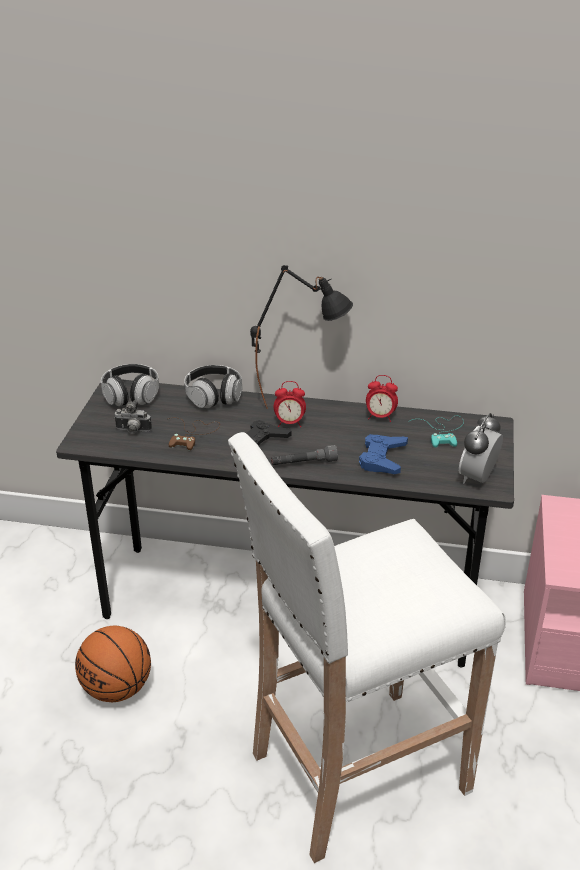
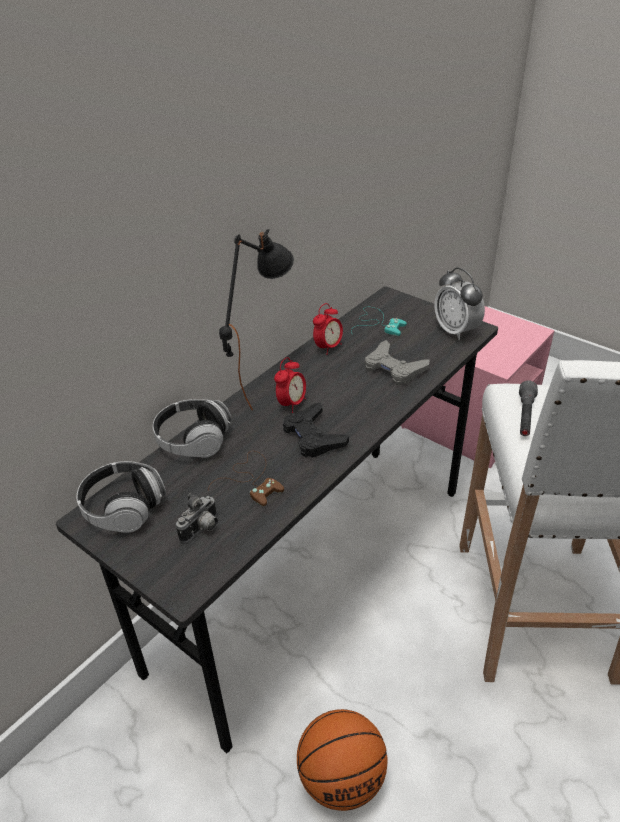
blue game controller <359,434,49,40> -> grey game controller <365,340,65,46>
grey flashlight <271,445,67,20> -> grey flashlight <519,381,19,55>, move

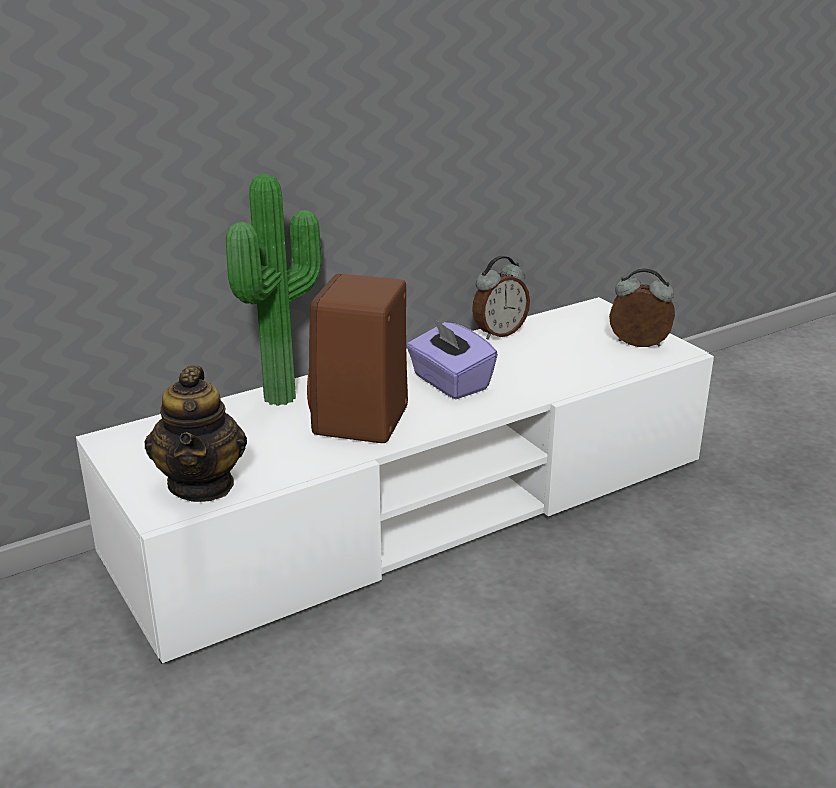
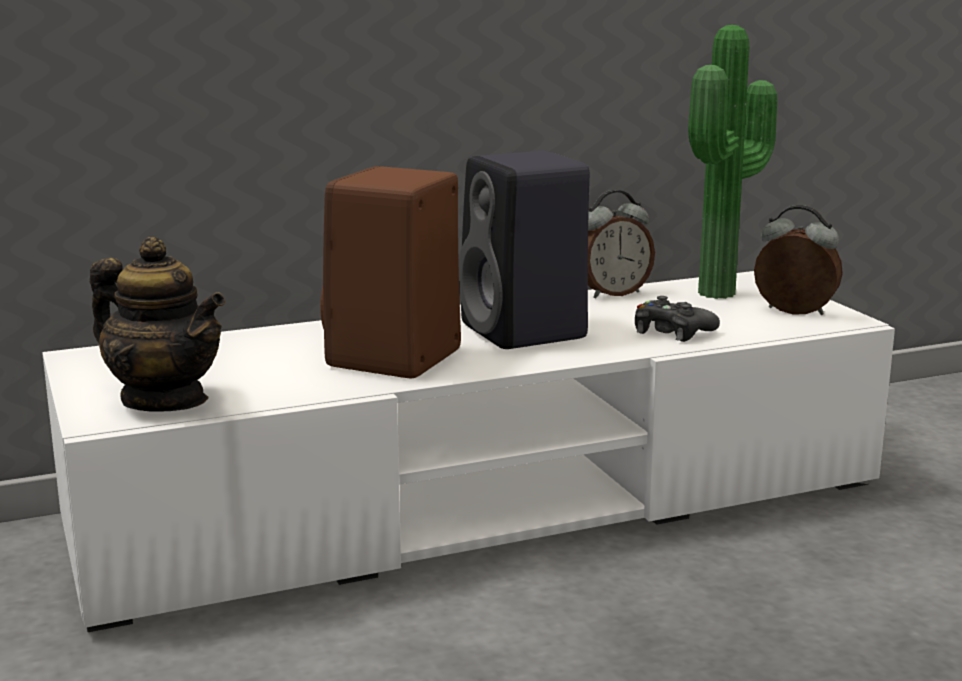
teapot <145,366,102,136> -> teapot <90,237,135,175>, 60 degrees counterclockwise
purple tissue box <406,318,92,81> -> black speaker <458,151,132,198>
none -> black game controller <635,296,85,46>
potted plant <226,174,96,232> -> potted plant <688,25,89,274>, move

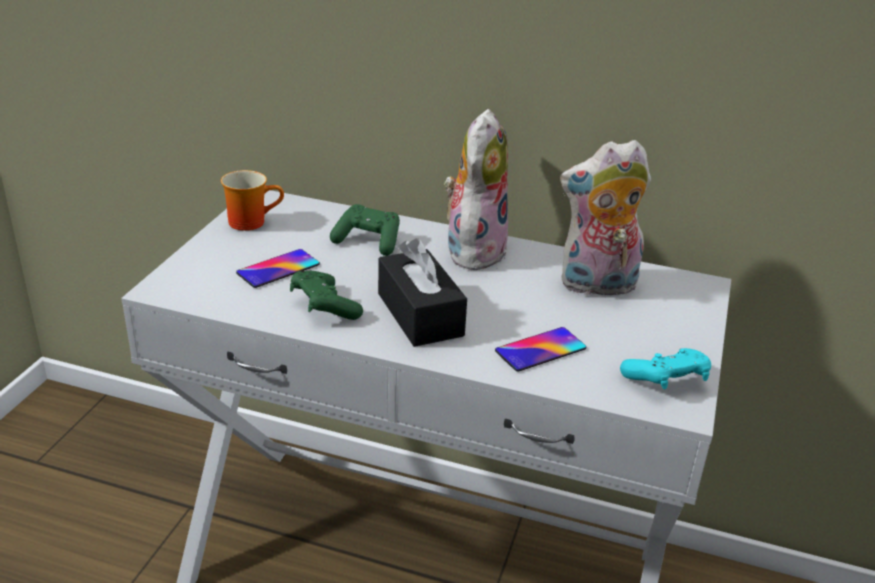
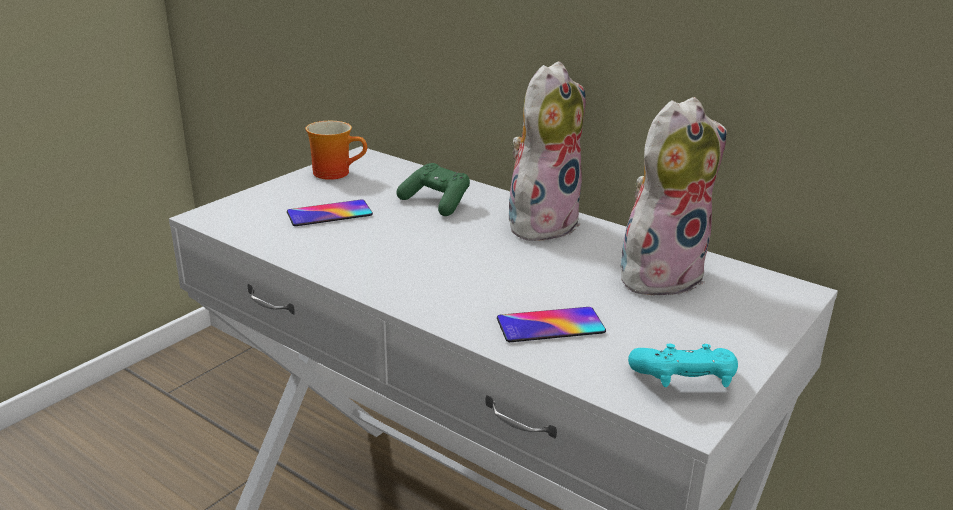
plush toy <560,140,91,155> -> plush toy <620,97,107,199>, 135 degrees clockwise
green game controller <290,271,73,49> -> none
black tissue box <378,238,89,109> -> none

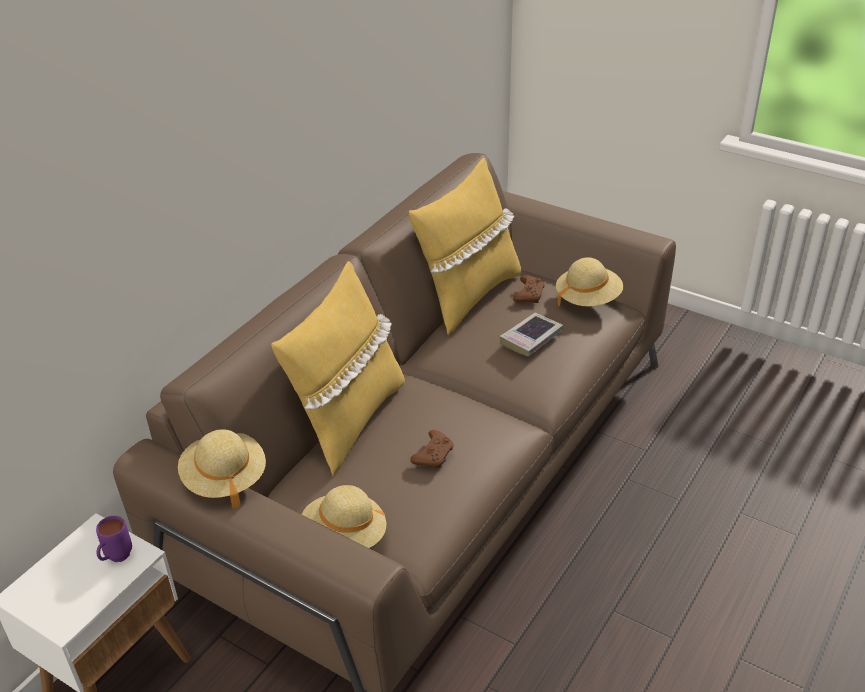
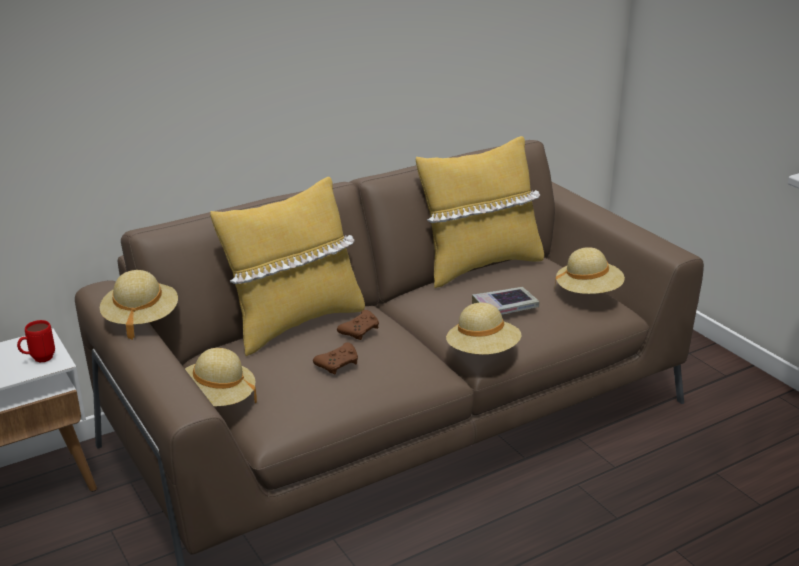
purple mug <96,516,36,46> -> red mug <17,320,38,43>
brown game controller <513,275,32,28> -> brown game controller <337,310,42,30>, move
none -> beige hat <446,303,76,52>

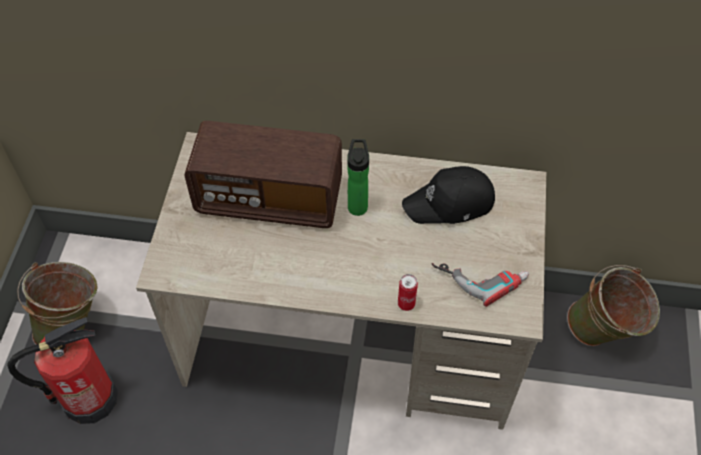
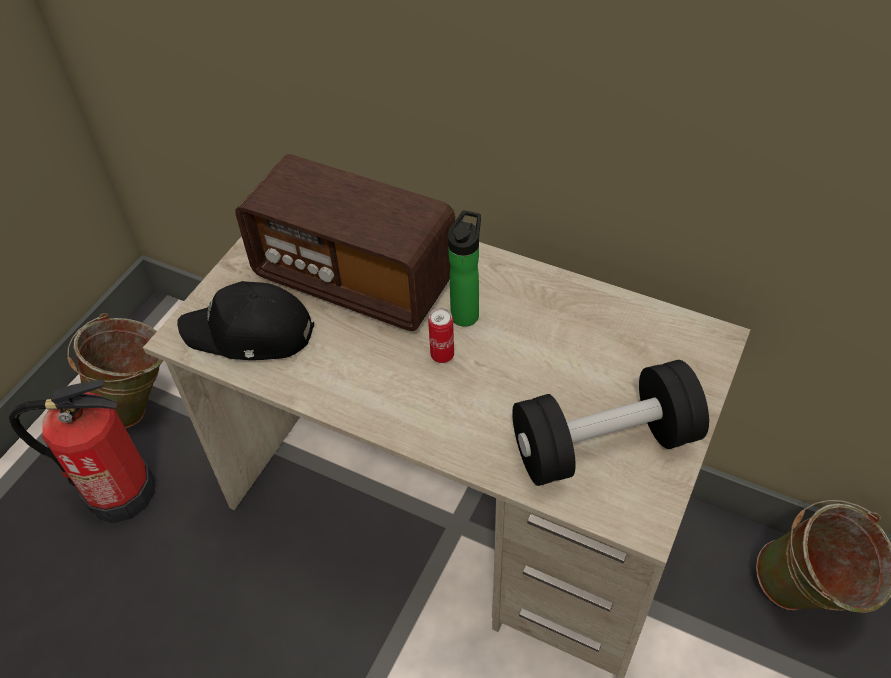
black cap <402,166,93,58> -> black cap <177,281,137,79>, move
can <398,274,20,37> -> can <428,308,26,55>, move
power drill <432,263,97,44> -> black dumbbell <512,360,197,126>

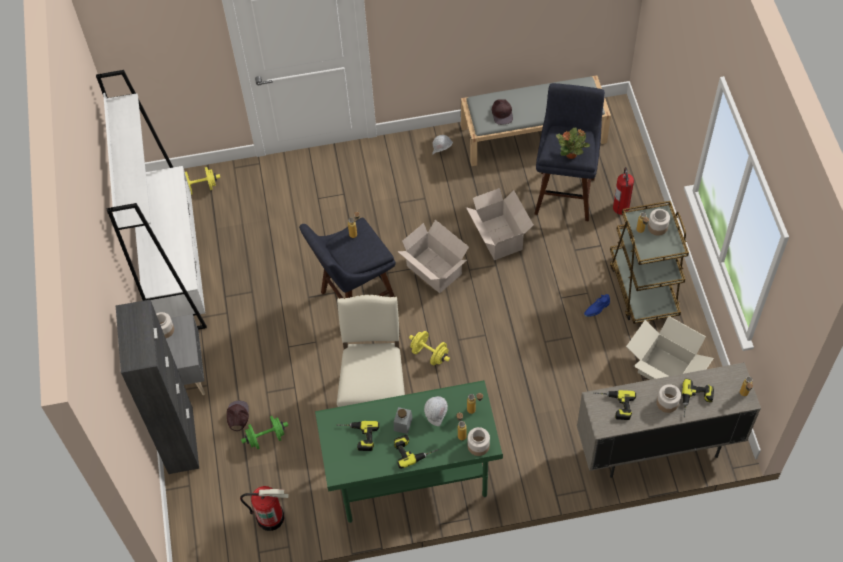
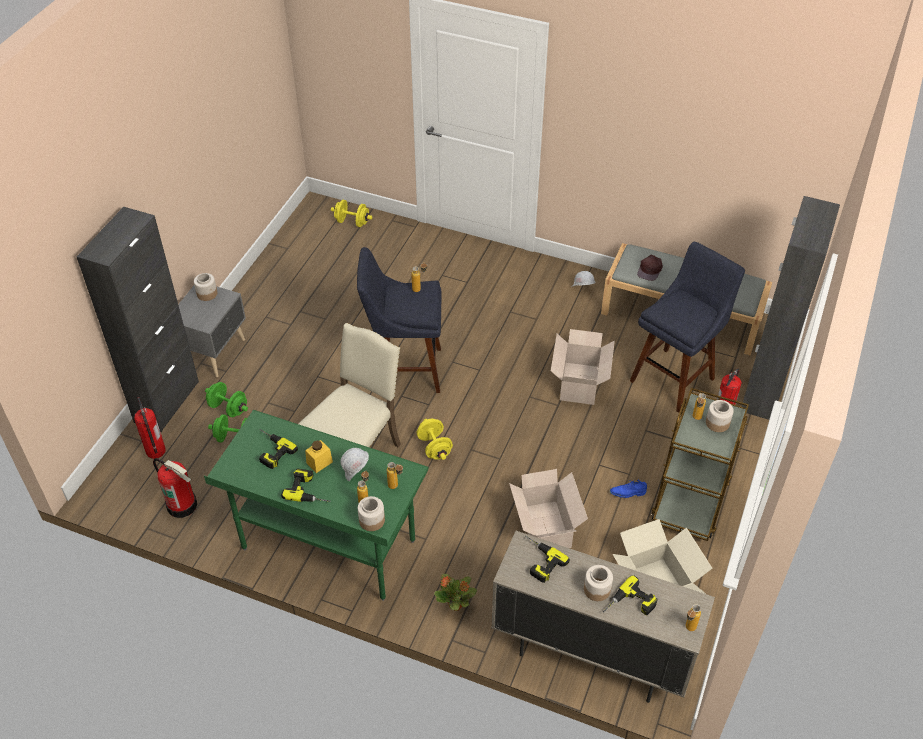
none -> fire extinguisher <134,397,32,62>
brown cap <227,401,22,30> -> green dumbbell <205,382,43,35>
grey jar <394,407,18,27> -> yellow jar <305,440,28,33>
potted plant <556,128,34,31> -> potted plant <434,574,43,37>, move
cardboard box <397,220,72,73> -> cardboard box <509,469,79,79>, move
none -> black cabinet <742,196,98,224>
white bookcase <96,70,111,260> -> none

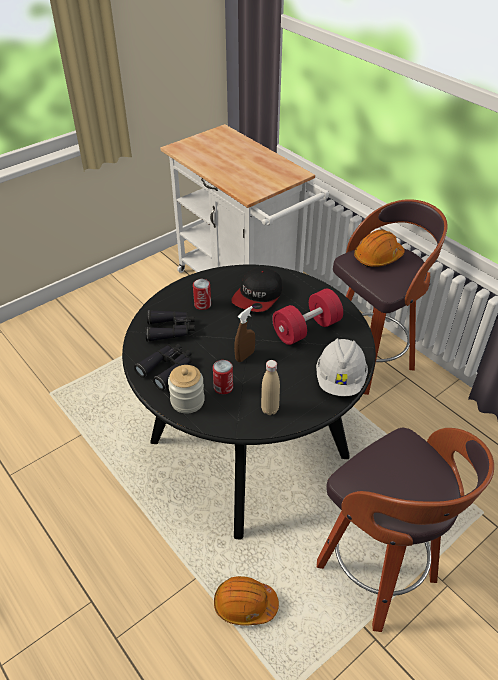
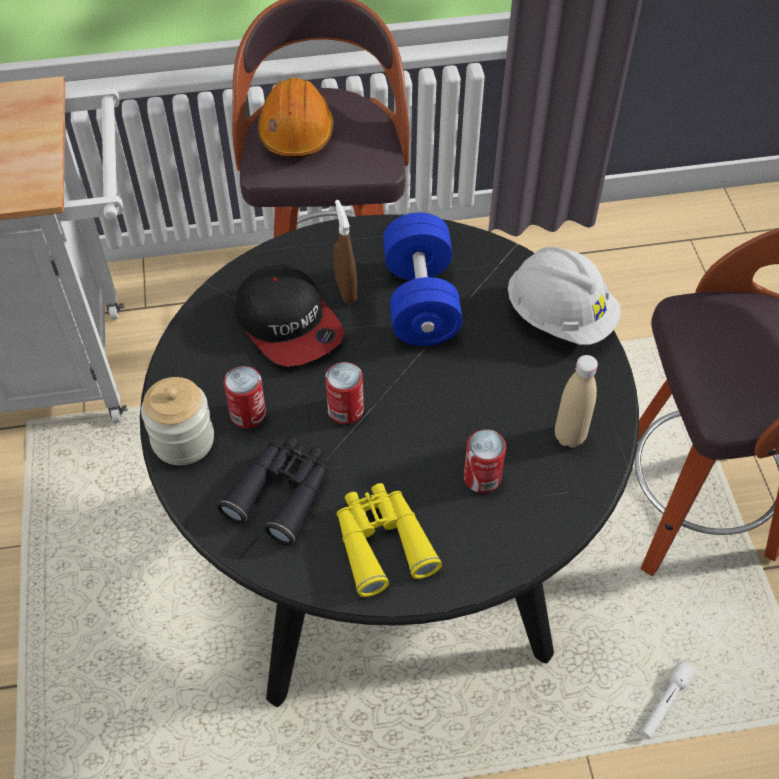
jar <168,365,37,49> -> jar <141,377,73,88>, move
none -> can <325,362,39,62>
brown spray bottle <234,306,21,56> -> brown spray bottle <333,200,24,104>, move
black binoculars <134,344,57,47> -> yellow binoculars <336,483,106,114>
red dumbbell <272,288,71,57> -> blue dumbbell <383,212,80,134>
orange hard hat <214,576,65,50> -> white flashlight <641,662,54,77>

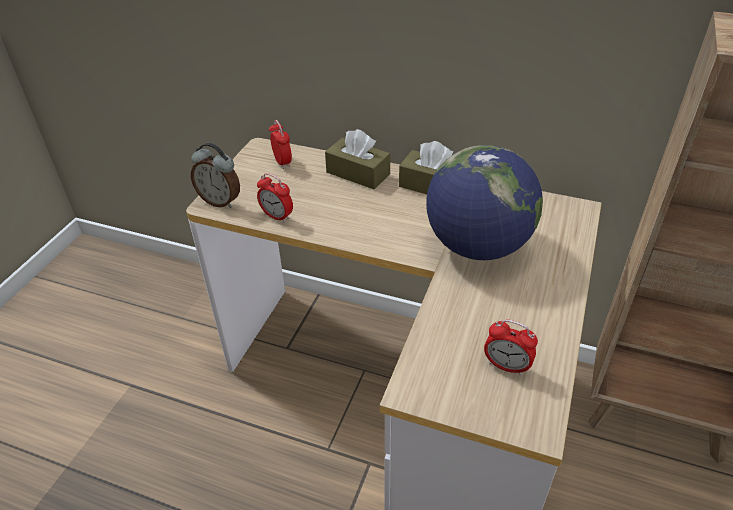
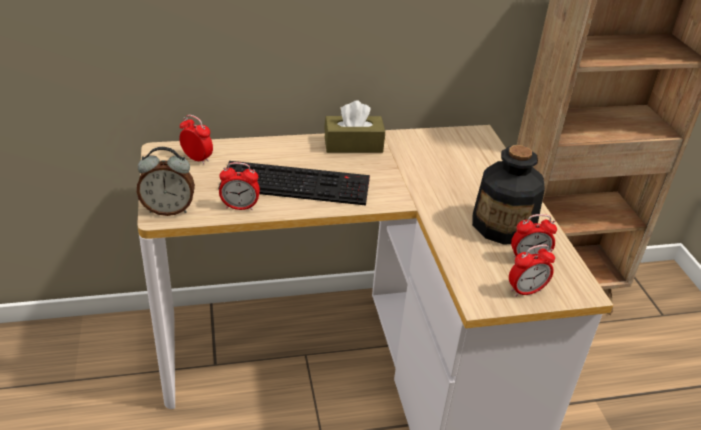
none -> keyboard <218,161,152,44>
none -> bottle <472,145,73,100>
none -> alarm clock <509,244,46,53>
brown tissue box <325,129,65,60> -> none
globe <426,145,117,115> -> none

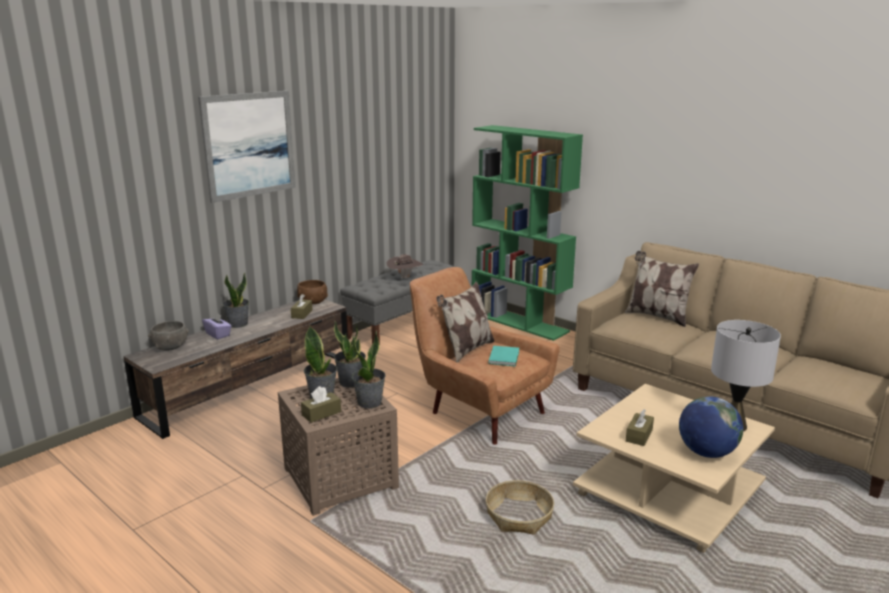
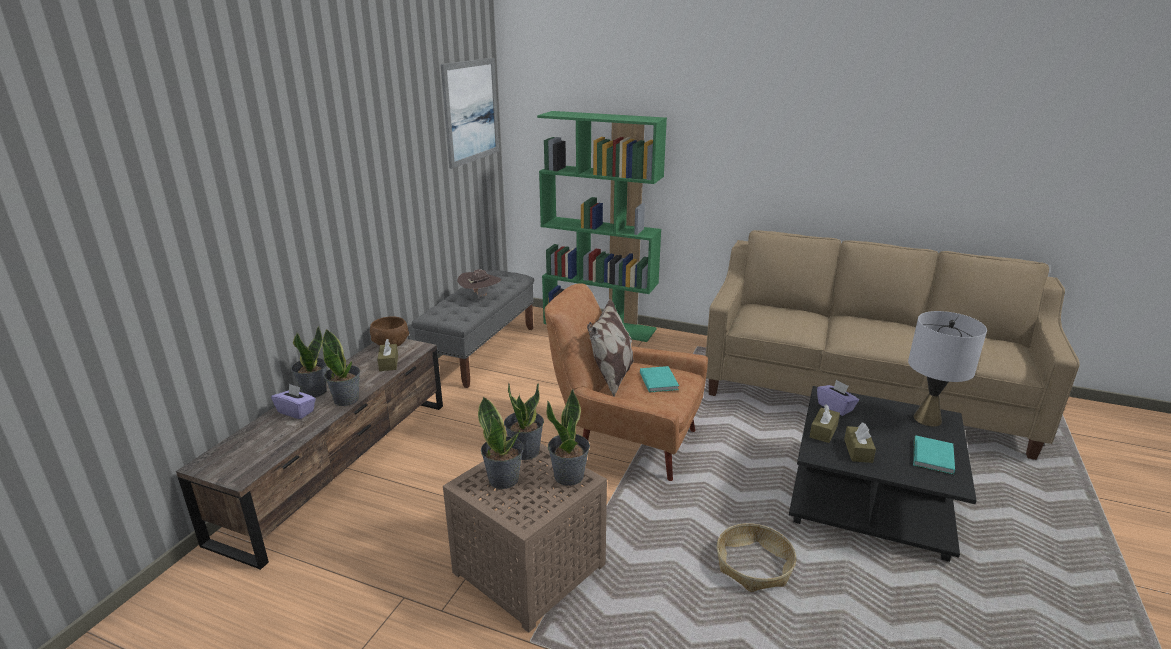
none -> potted plant <322,329,38,77>
picture <198,91,98,112> -> picture <441,58,58,111>, move
beige coffee table <573,384,202,169> -> black coffee table <789,386,188,176>
brown tissue box <301,386,40,37> -> brown tissue box <810,404,30,39>, move
none -> purple tissue box <817,379,42,37>
globe <679,396,64,62> -> turquoise book <913,435,42,40>
grey bowl <148,321,41,30> -> none
pillow <625,251,74,76> -> none

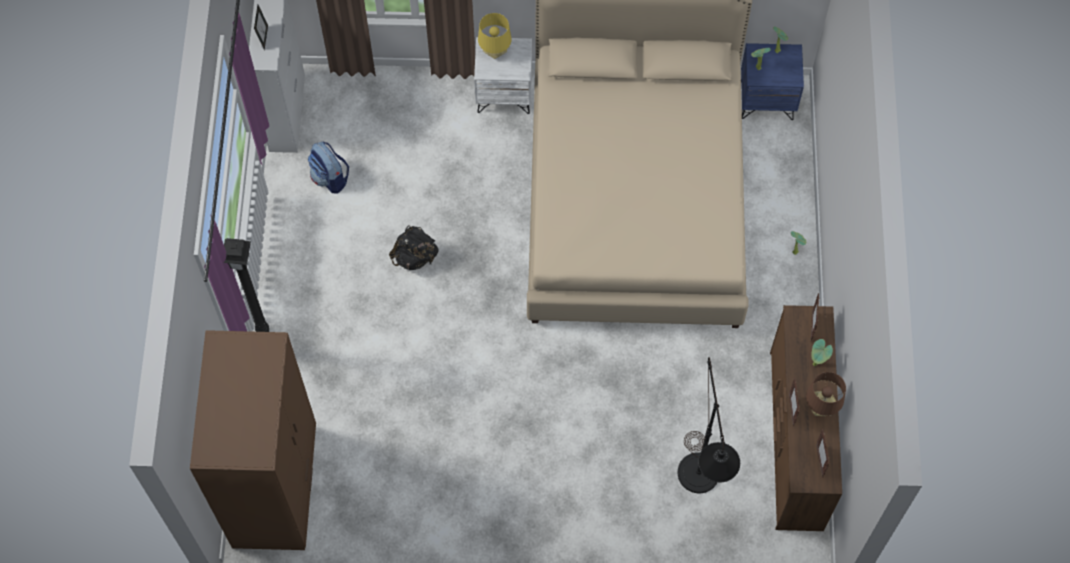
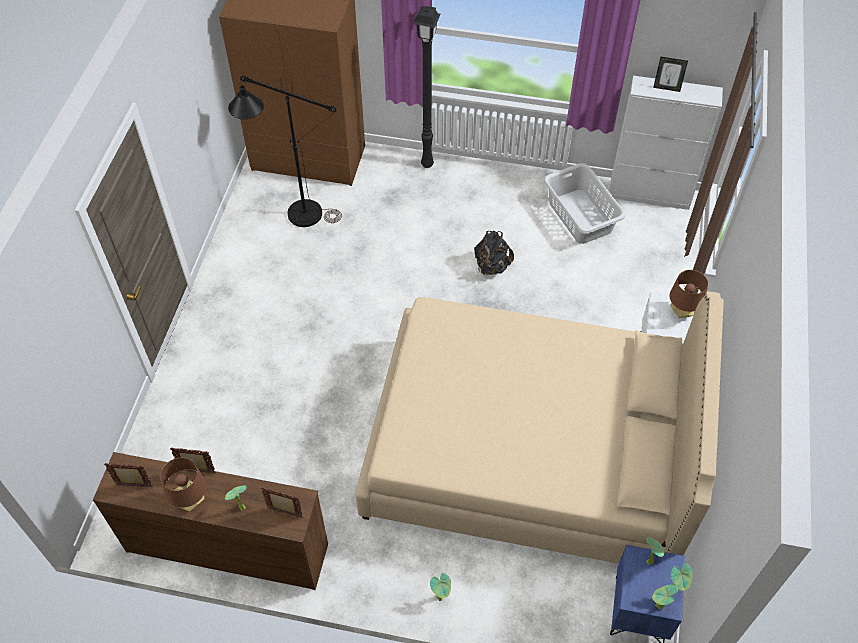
black floor lamp <678,357,62,136> -> black floor lamp <228,75,114,152>, move
backpack <308,142,41,51> -> grey laundry basket <544,163,81,81>
none -> potted plant <652,585,26,25>
yellow table lamp <478,13,34,46> -> brown table lamp <669,270,39,48>

